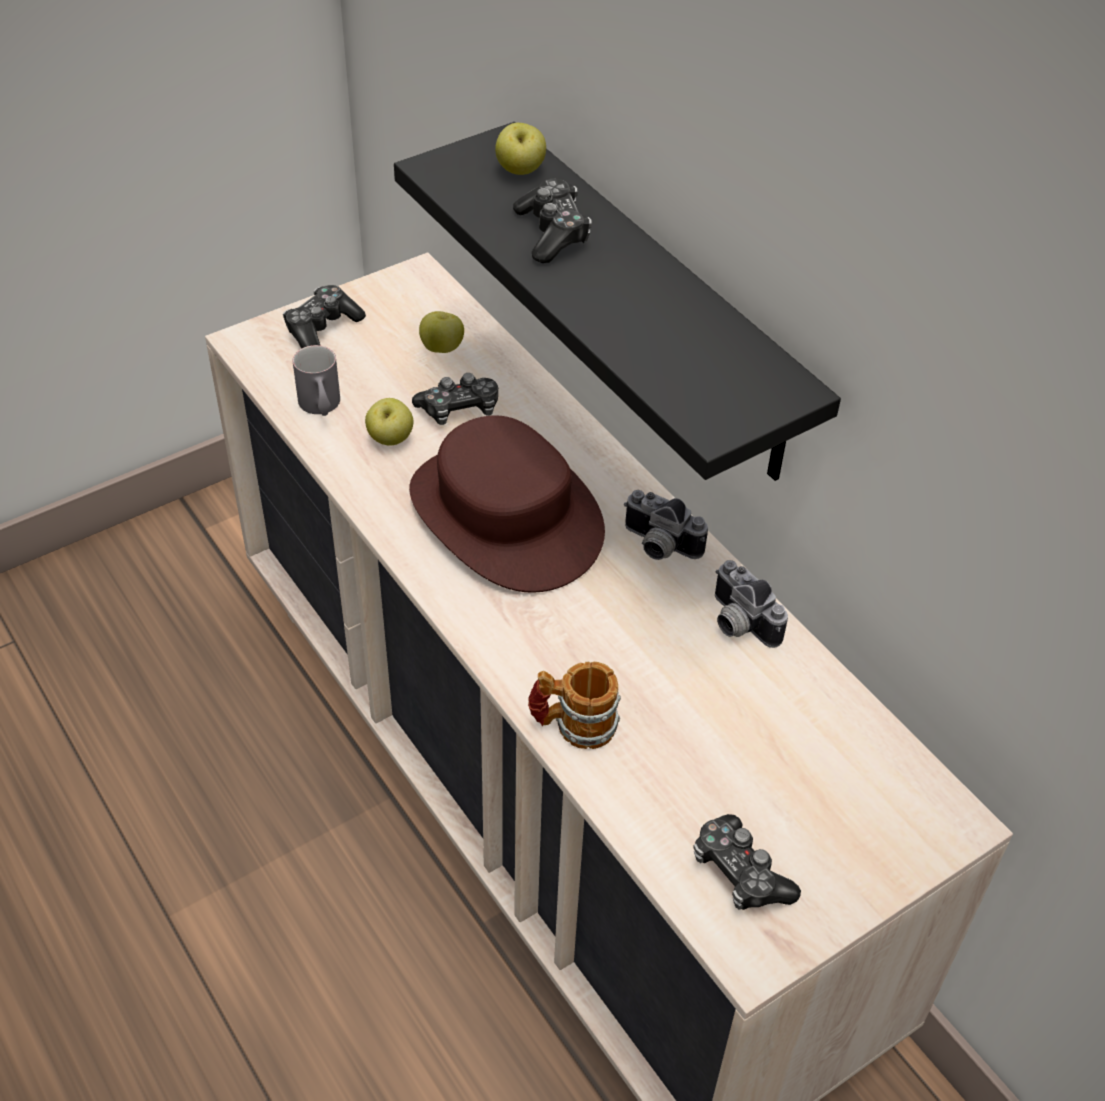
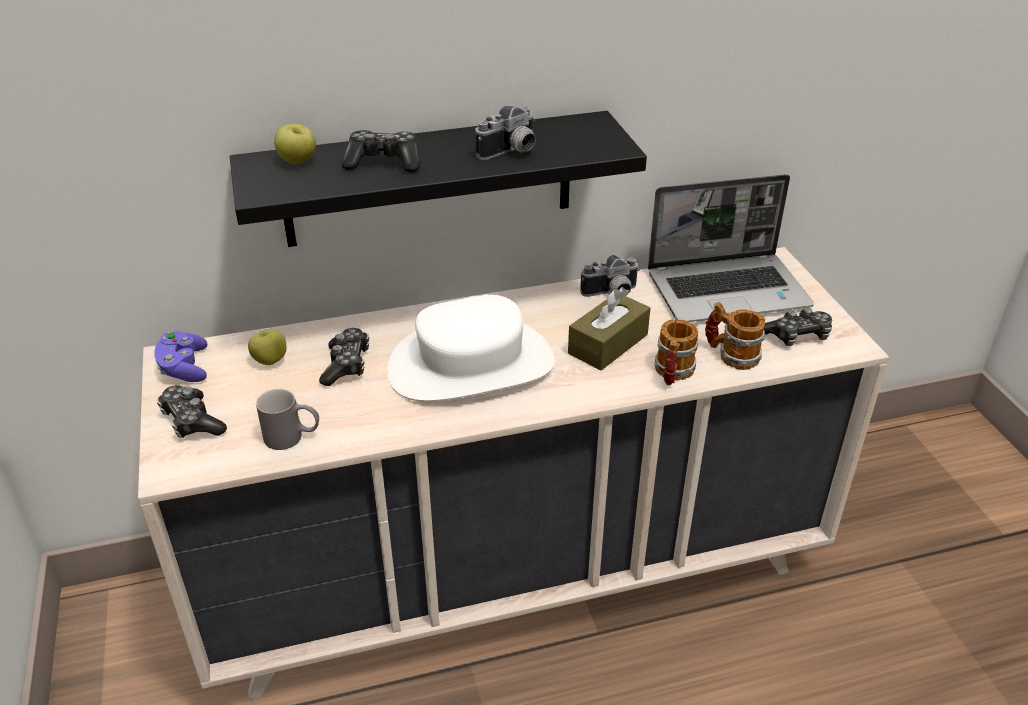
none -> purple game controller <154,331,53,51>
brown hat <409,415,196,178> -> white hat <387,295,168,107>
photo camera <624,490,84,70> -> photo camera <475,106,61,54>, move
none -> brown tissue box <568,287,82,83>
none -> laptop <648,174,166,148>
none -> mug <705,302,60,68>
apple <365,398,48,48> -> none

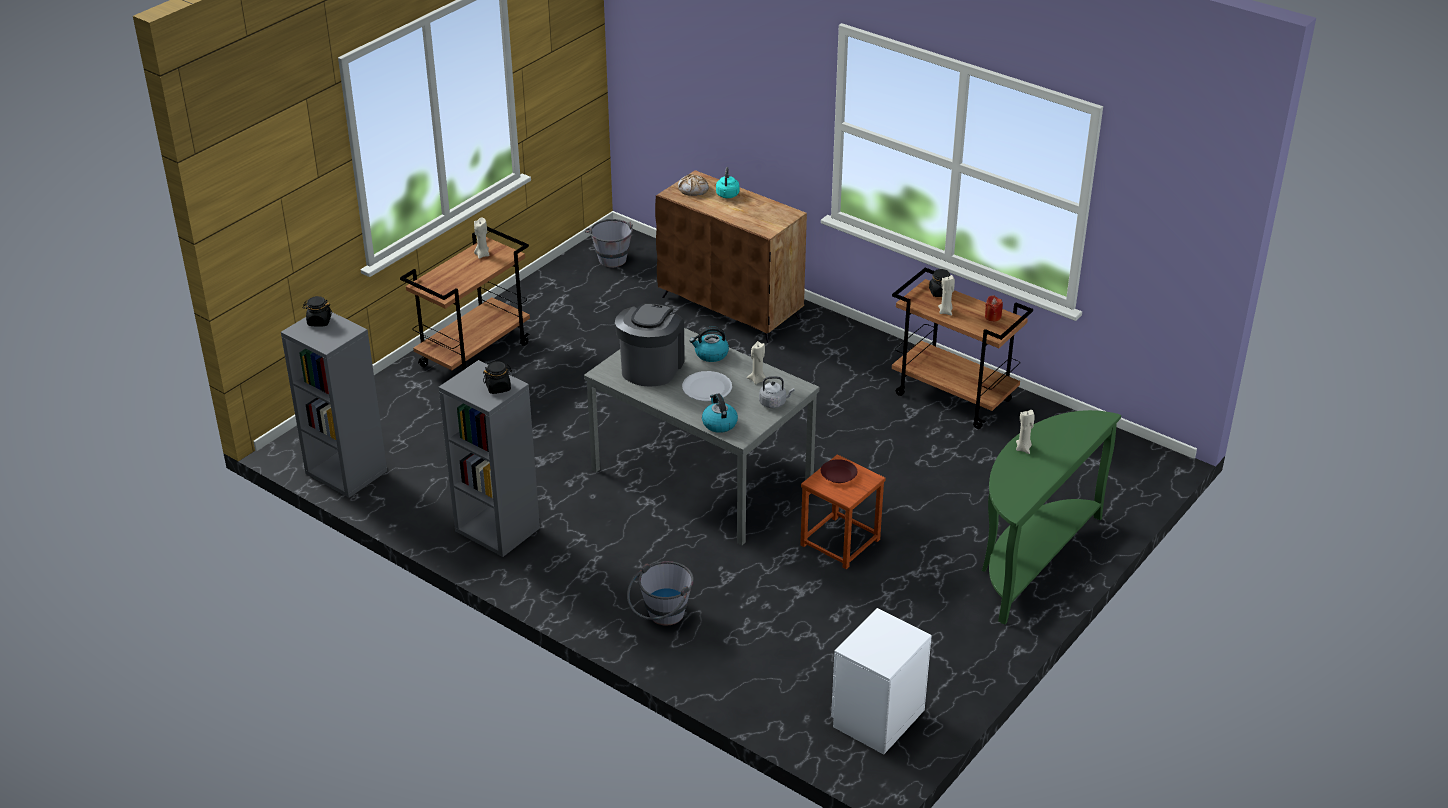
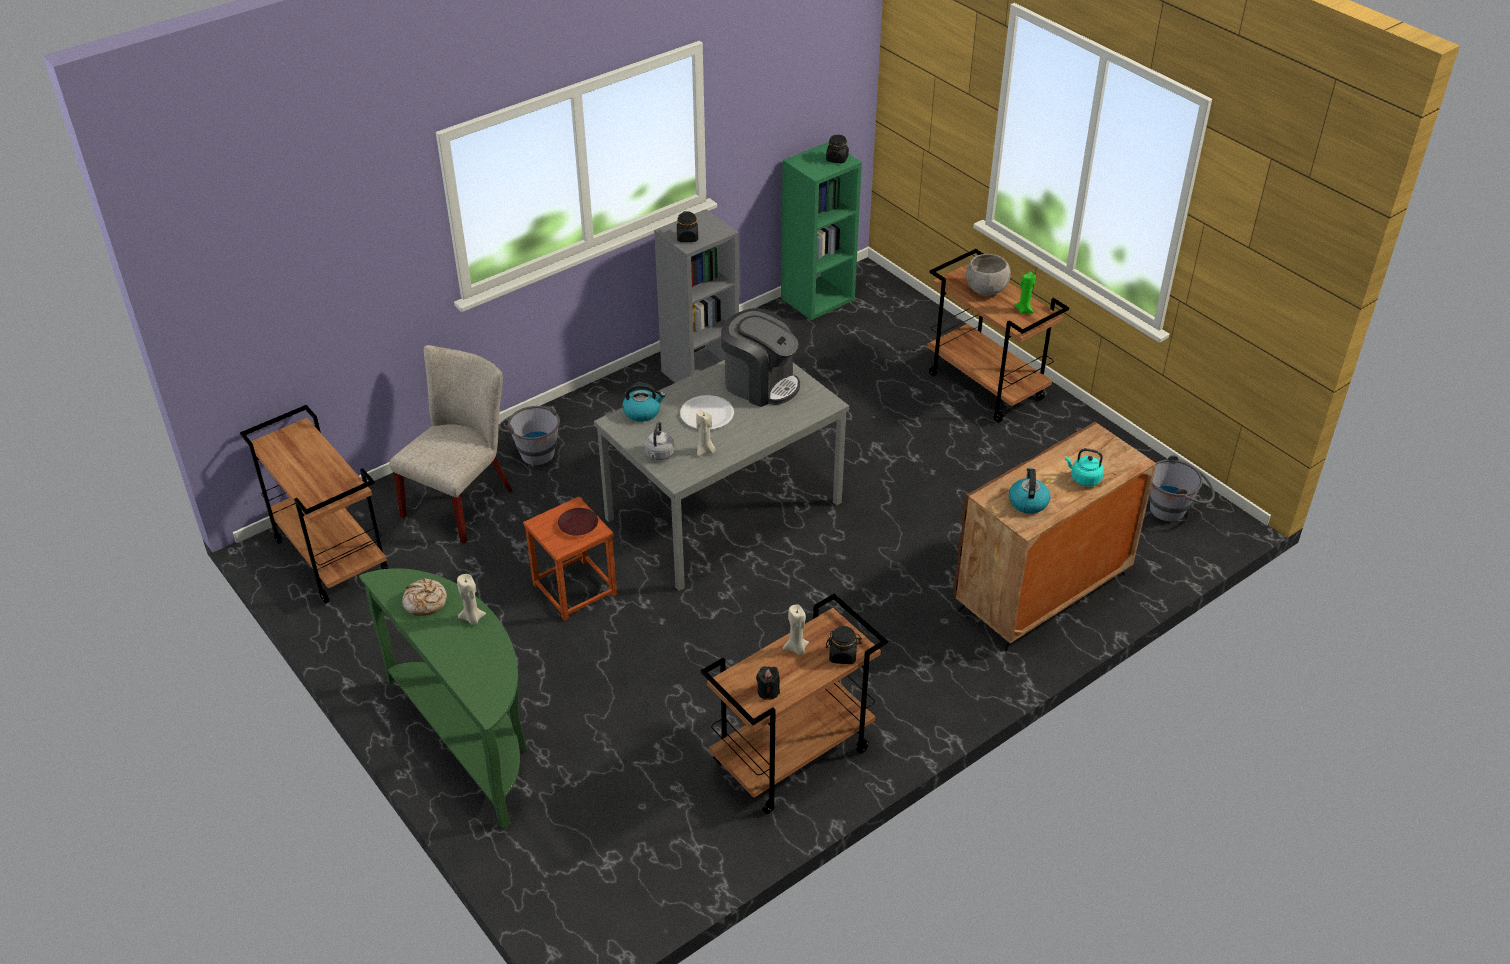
white nightstand <831,608,101,147> -> brown cart <240,405,149,199>
none -> beige chair <389,345,124,199>
bread <678,174,31,22> -> bread <402,578,45,38>, move
red candle <985,295,18,27> -> black candle <756,666,24,34>
grey bookcase <281,312,106,186> -> green bookcase <781,142,81,178>
none -> grey bowl <966,254,45,42>
kettle <690,326,39,36> -> kettle <1009,468,41,46>, move
beige candle <474,217,16,42> -> green candle <1014,272,22,42>

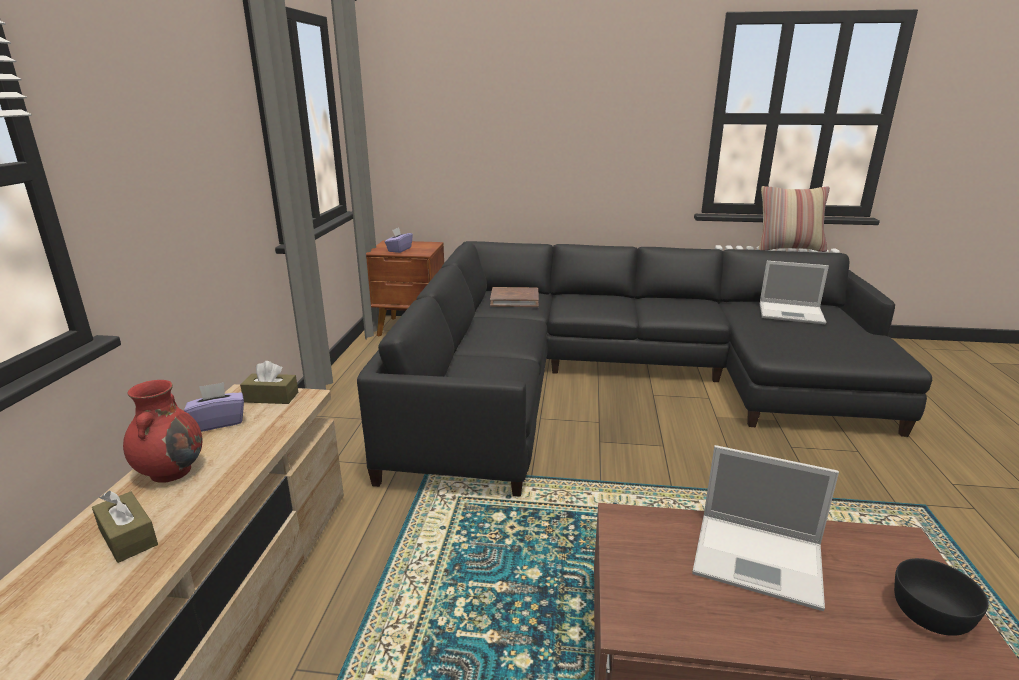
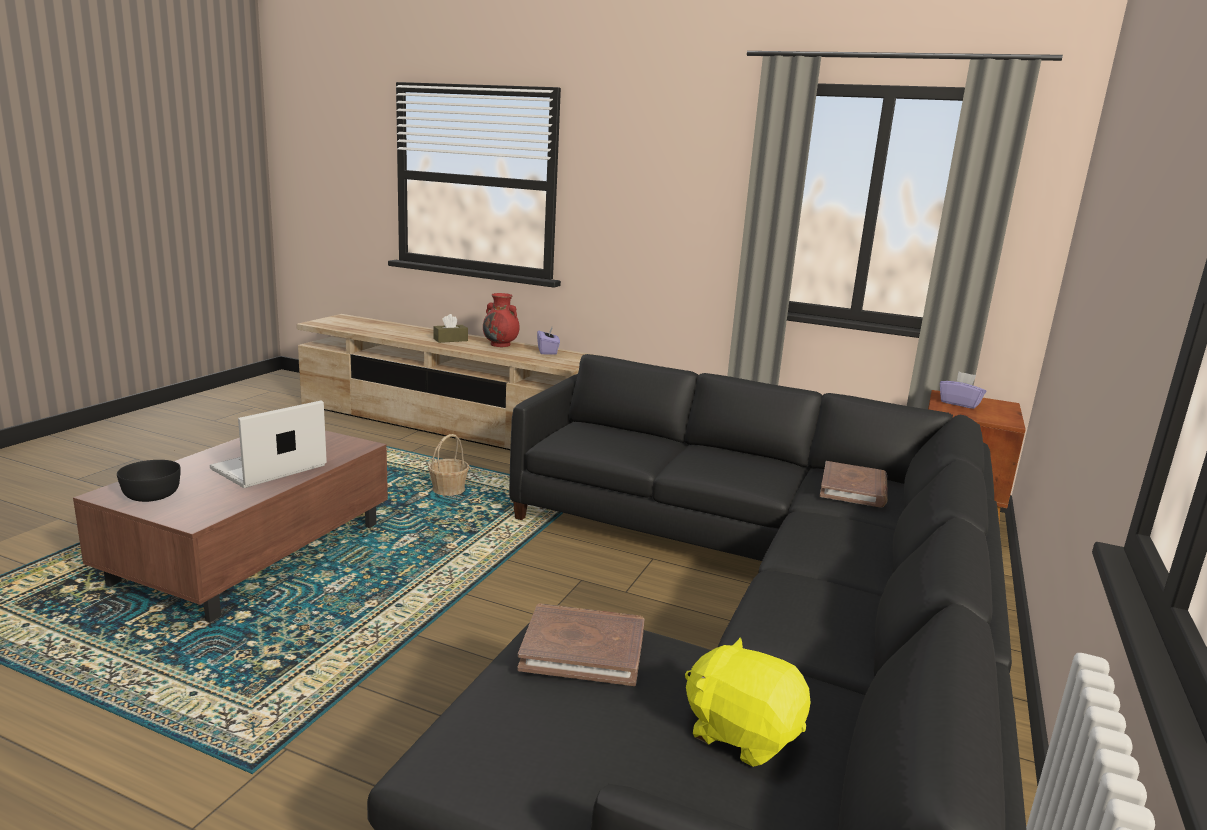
none -> basket <428,434,42,62>
none -> brown book <517,603,127,83>
laptop <760,261,69,63> -> yellow plush toy <685,637,126,130>
brown tissue box <240,361,58,43> -> none
pillow <758,186,72,66> -> none

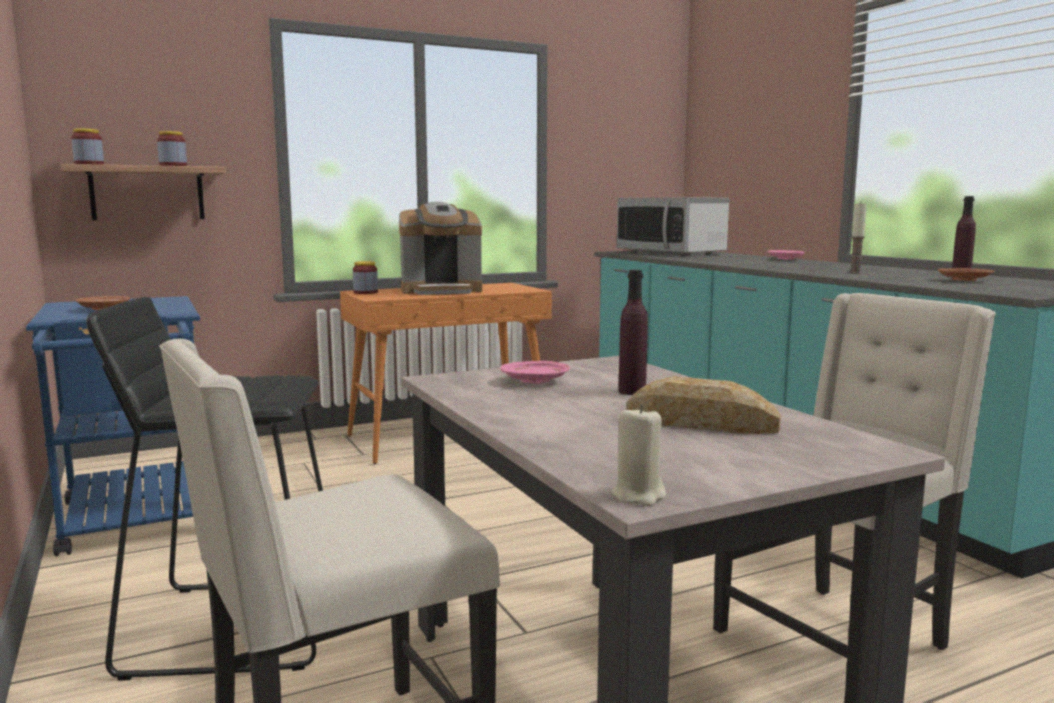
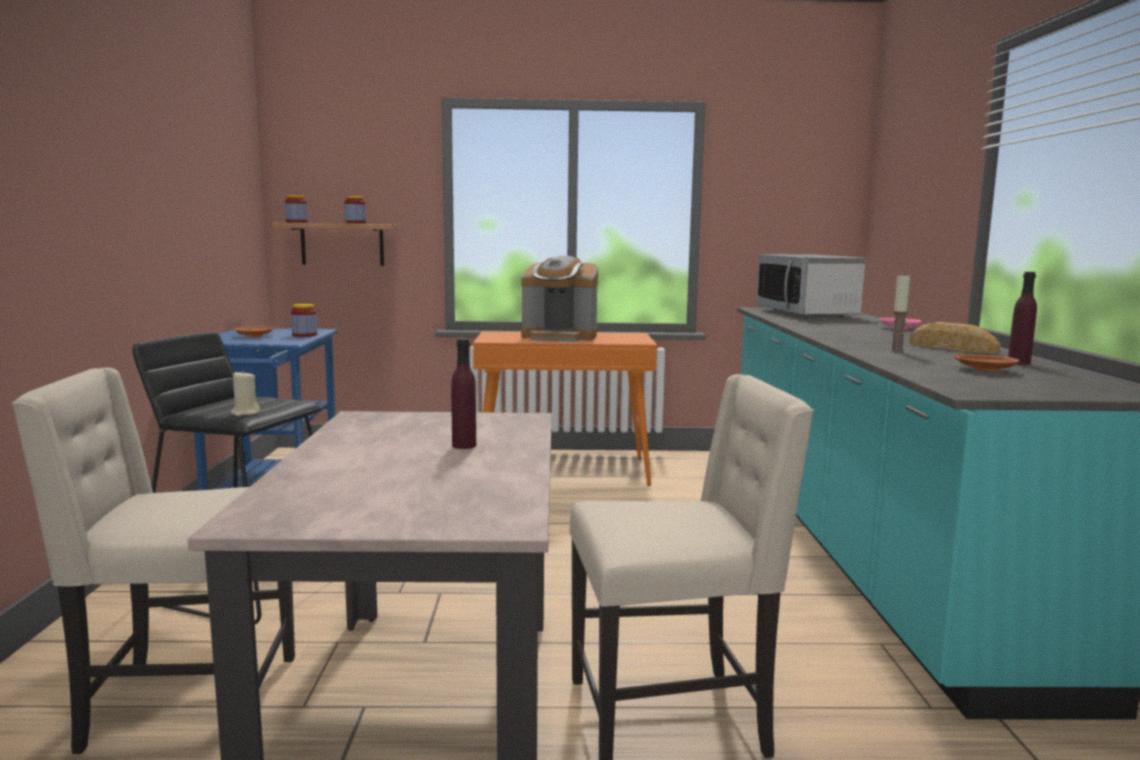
beige candle <612,405,54,101> -> beige candle <231,370,29,46>, move
jar <353,261,25,33> -> jar <291,304,26,33>, move
bread <626,376,155,58> -> bread <909,322,92,31>, move
pink plate <500,361,70,23> -> none

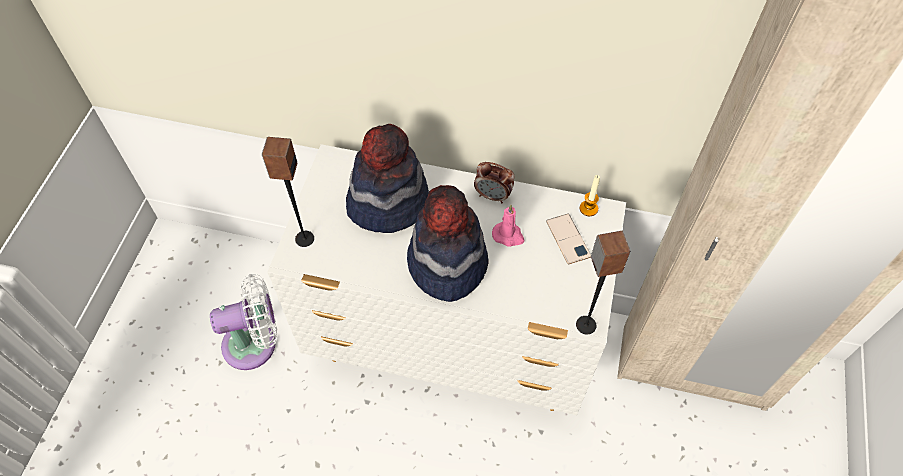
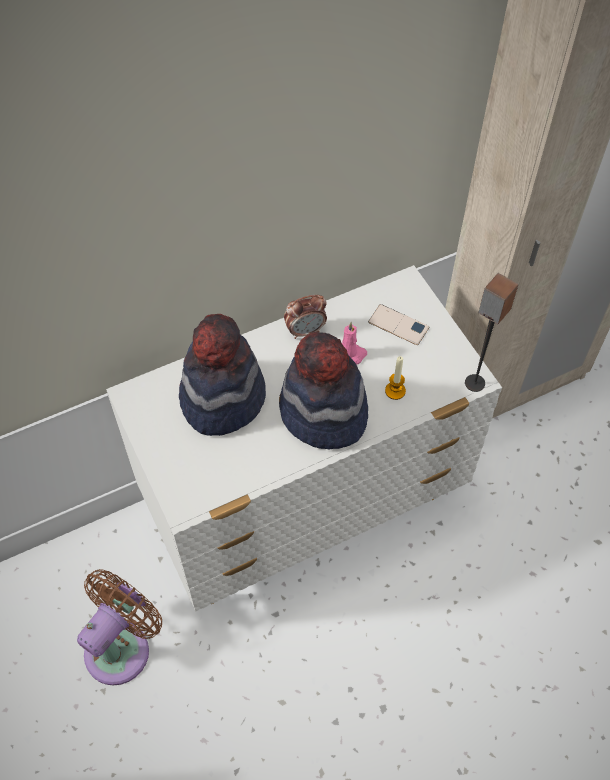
white fan <210,274,67,96> -> brown fan <77,569,85,117>
candle <580,175,20,41> -> candle <385,356,21,44>, move
speaker <262,137,52,110> -> none

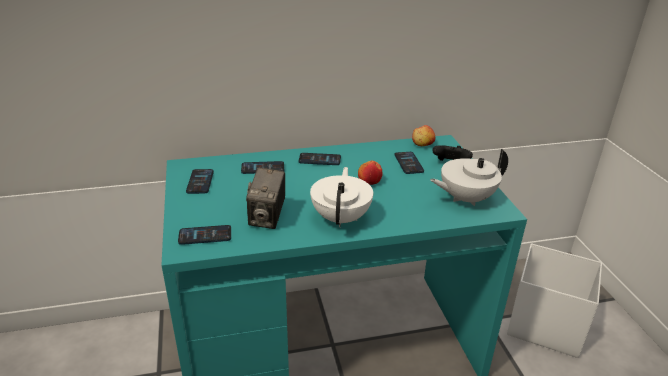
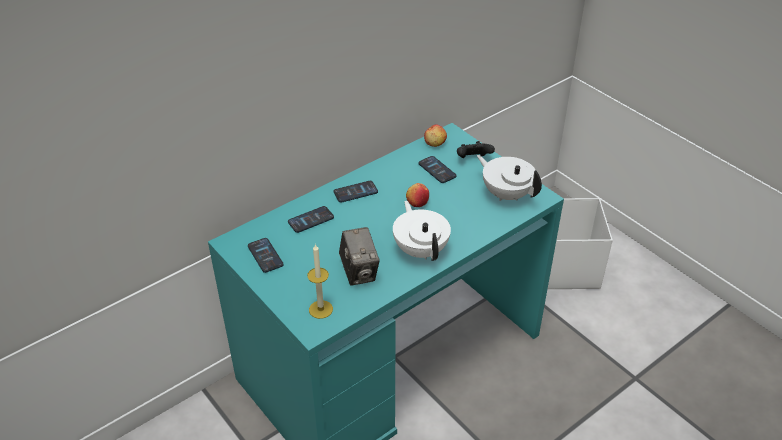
phone <178,225,53,20> -> candle <307,244,26,75>
white teapot <430,149,78,57> -> white teapot <477,155,65,46>, 90 degrees clockwise

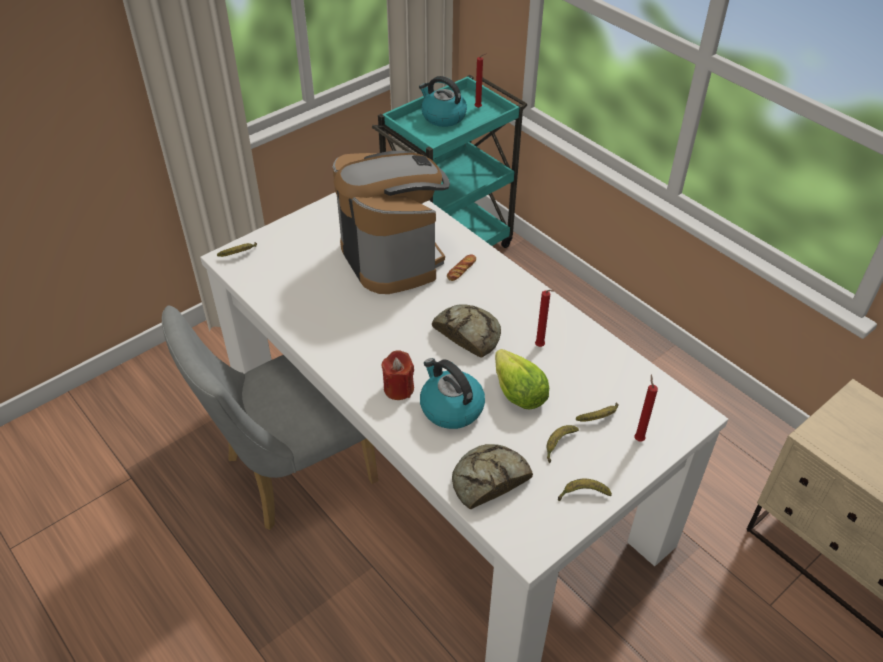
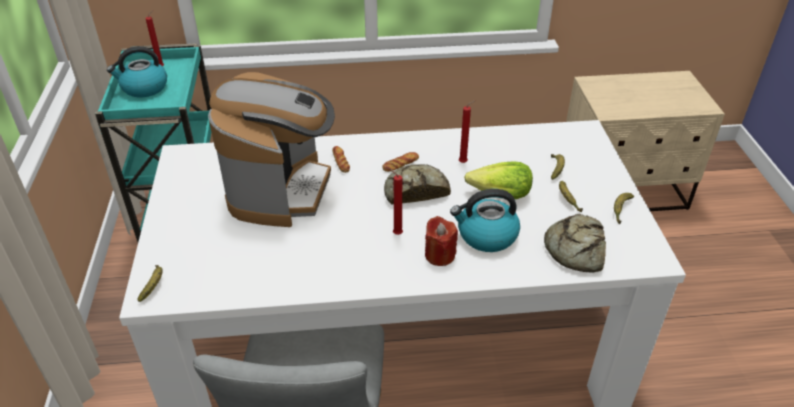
coffee machine <333,151,117,143> -> coffee machine <208,72,127,155>, 90 degrees clockwise
none -> bread <383,152,36,20>
red candle <634,375,24,67> -> red candle <389,168,14,67>, move

